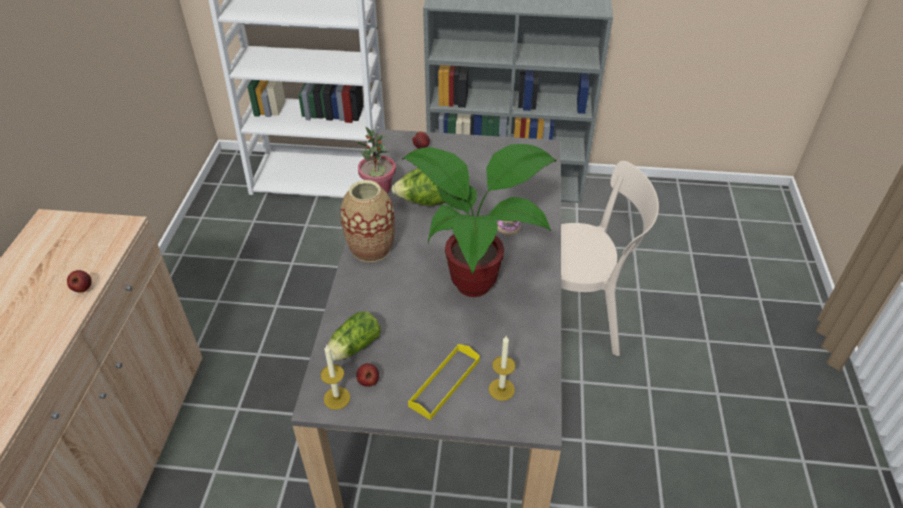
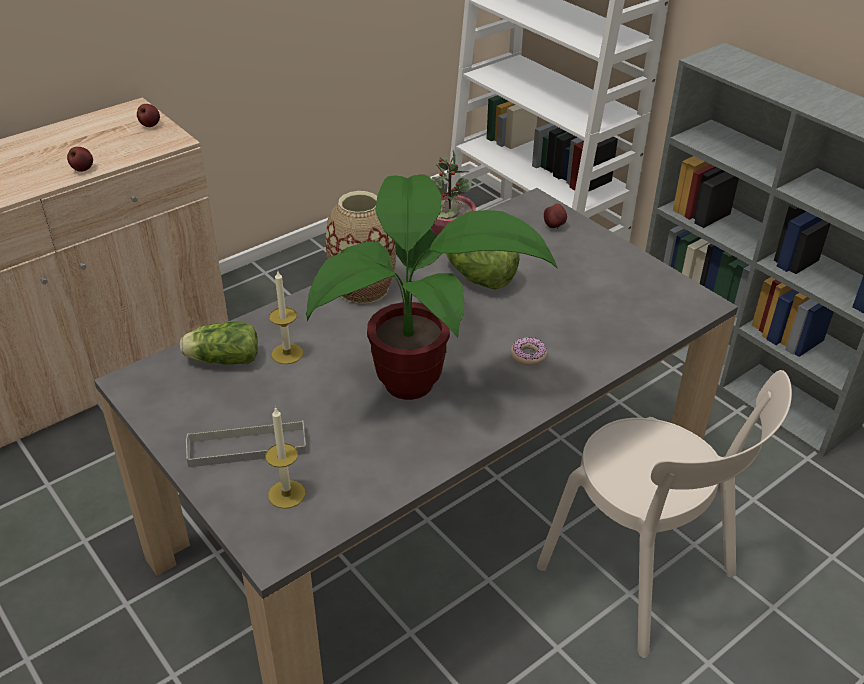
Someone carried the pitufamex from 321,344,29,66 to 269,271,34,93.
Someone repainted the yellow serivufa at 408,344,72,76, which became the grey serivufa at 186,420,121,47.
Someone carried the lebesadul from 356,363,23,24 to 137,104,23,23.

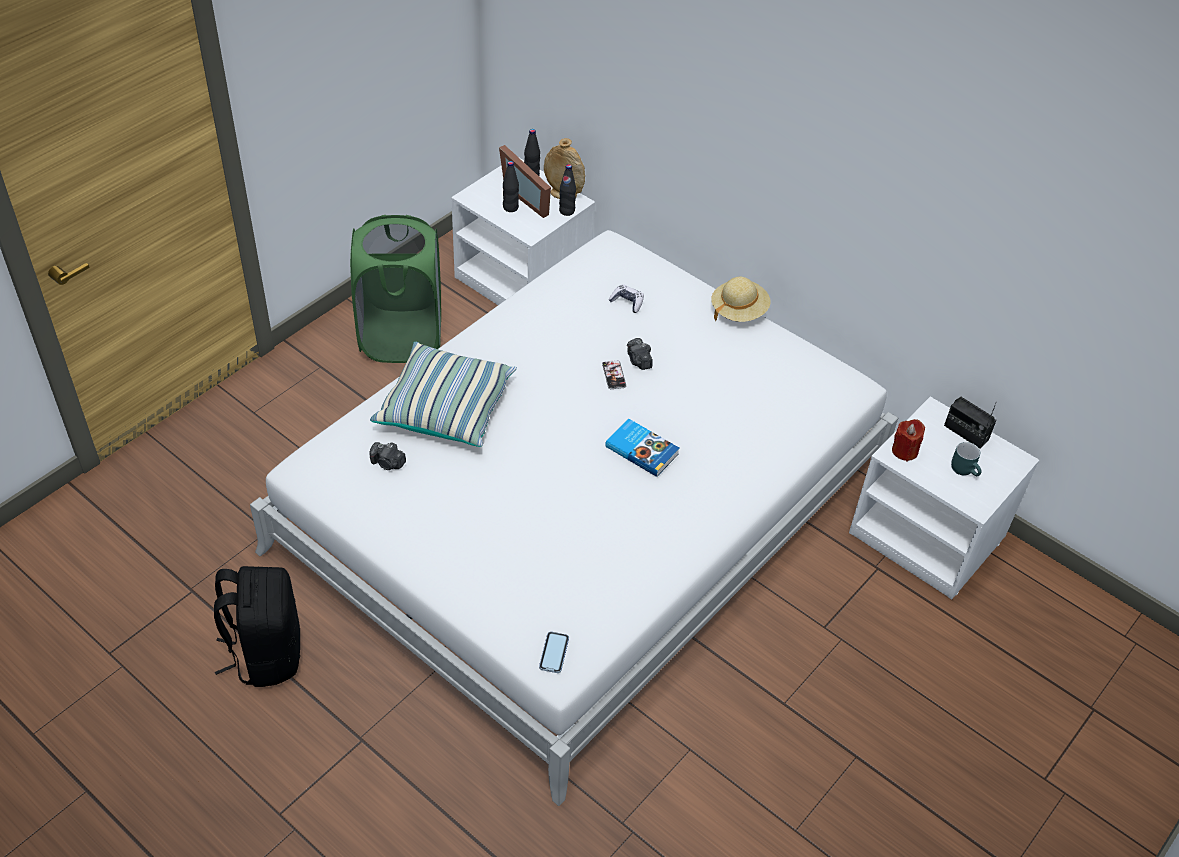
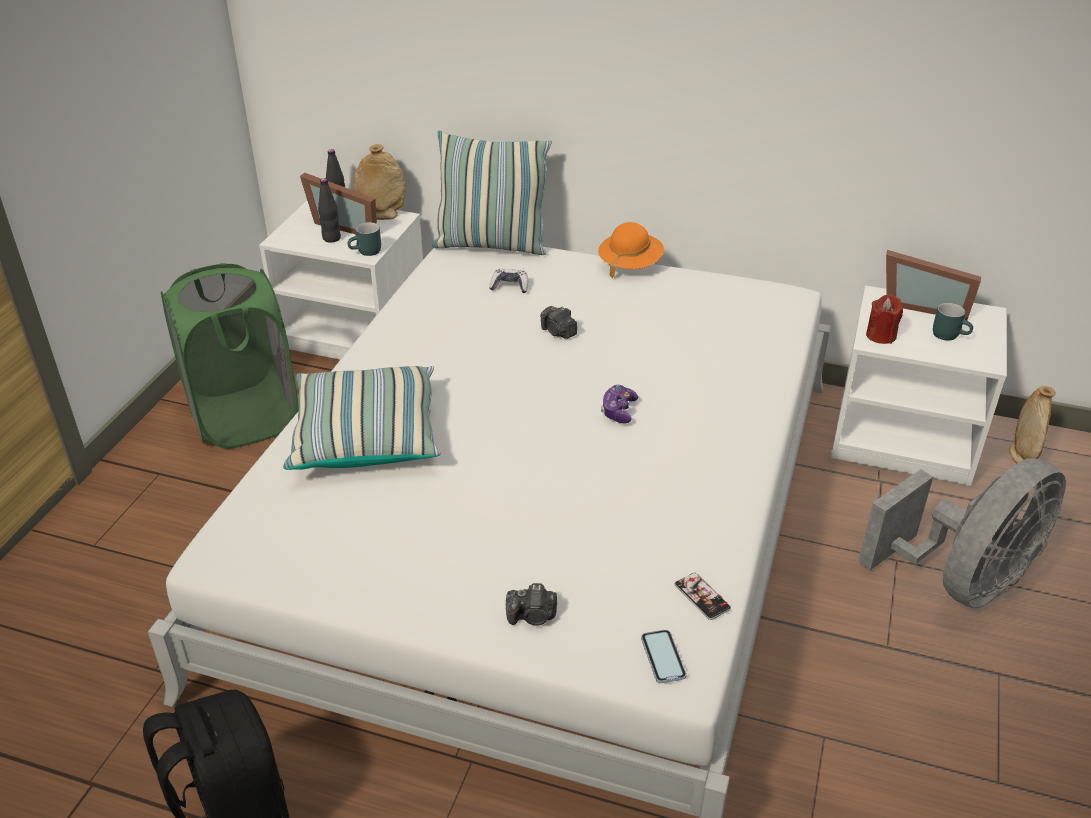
Someone took away the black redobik at 559,164,17,52.
Someone repainted the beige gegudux at 711,277,60,45, which became the orange gegudux at 598,222,66,56.
Someone carried the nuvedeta from 602,360,24,29 to 674,572,57,48.
Someone swapped the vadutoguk at 944,397,53,52 for the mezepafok at 886,250,95,71.
Someone swapped the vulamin at 605,419,74,58 for the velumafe at 601,385,37,38.
Someone carried the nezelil from 370,442,36,28 to 506,583,51,43.
Someone put down the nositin at 432,130,120,125.
Someone put down the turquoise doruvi at 348,222,33,34.
Someone put down the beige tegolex at 1009,386,47,77.
Someone put down the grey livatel at 858,458,208,150.

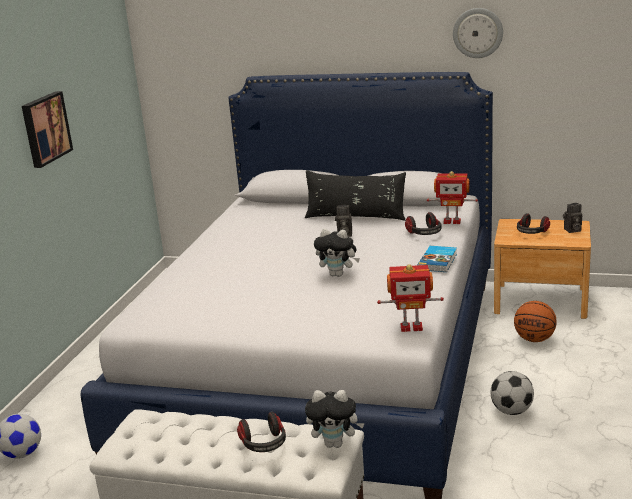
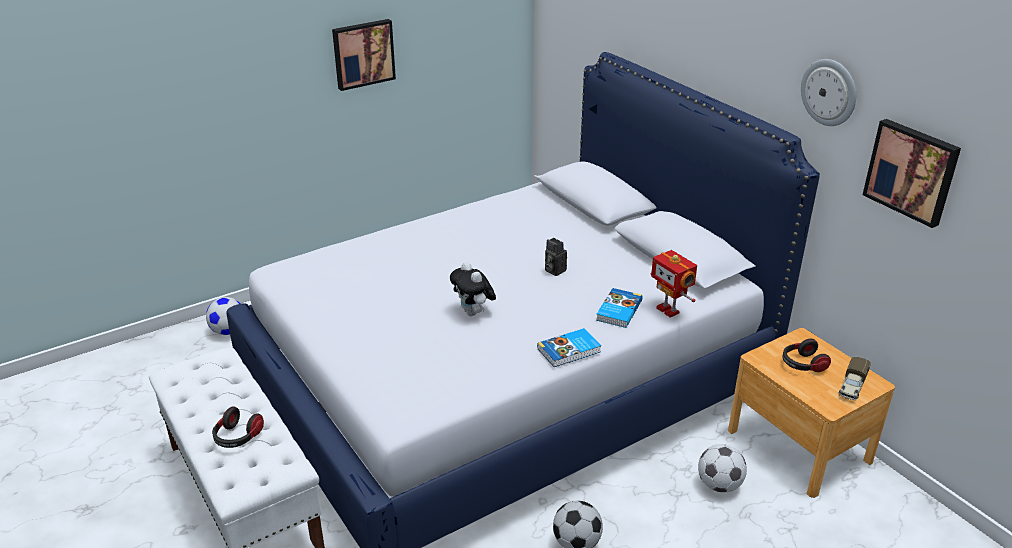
Someone took away the black nositin at 305,170,101,51.
Someone swapped the nezelil at 563,203,19,30 for the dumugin at 838,357,33,43.
Someone swapped the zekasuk at 405,212,36,23 for the vulamin at 596,288,47,40.
Someone took away the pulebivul at 377,264,67,68.
Someone swapped the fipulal at 514,301,43,41 for the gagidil at 698,444,49,49.
Someone took away the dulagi at 305,390,60,58.
Someone put up the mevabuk at 863,119,98,109.

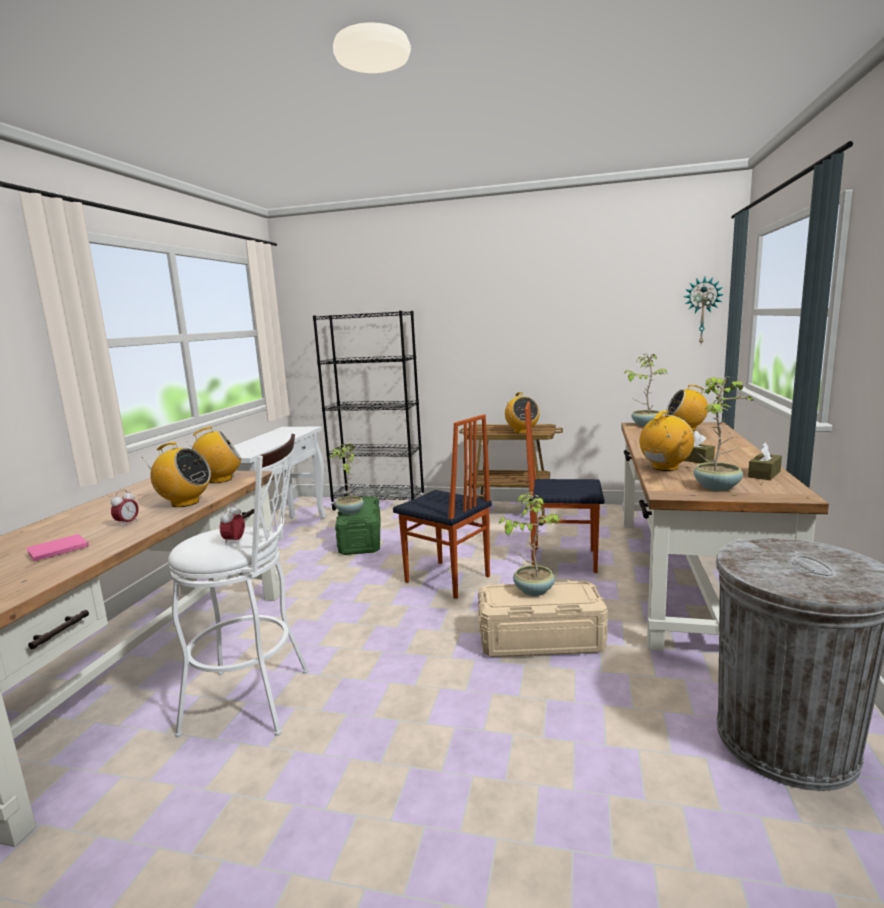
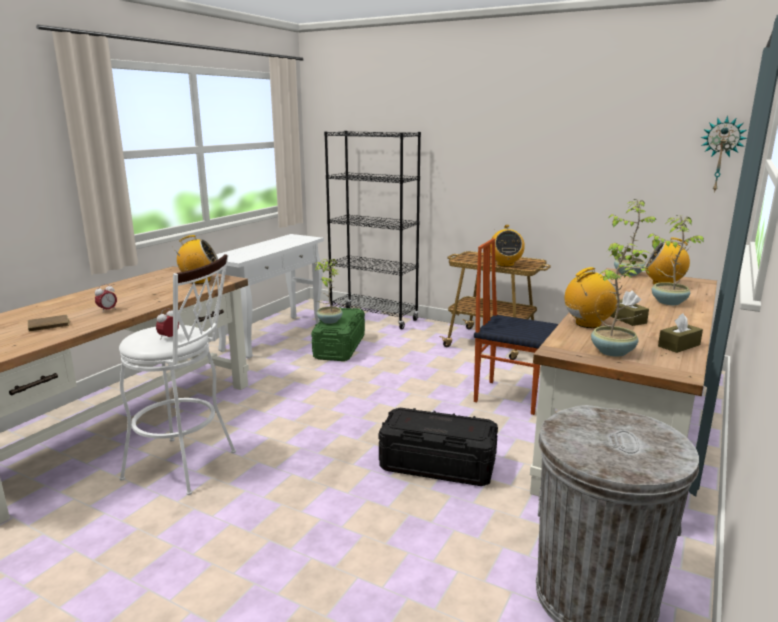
Someone took away the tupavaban at 393,414,99,185.
Someone took away the vadutoguk at 142,442,69,65.
Someone carried the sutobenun from 499,492,61,104 to 647,215,57,90.
Someone repainted the pink vulamin at 26,534,64,27, which became the brown vulamin at 28,315,41,17.
Someone repainted the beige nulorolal at 478,580,130,77, which became the black nulorolal at 379,408,119,78.

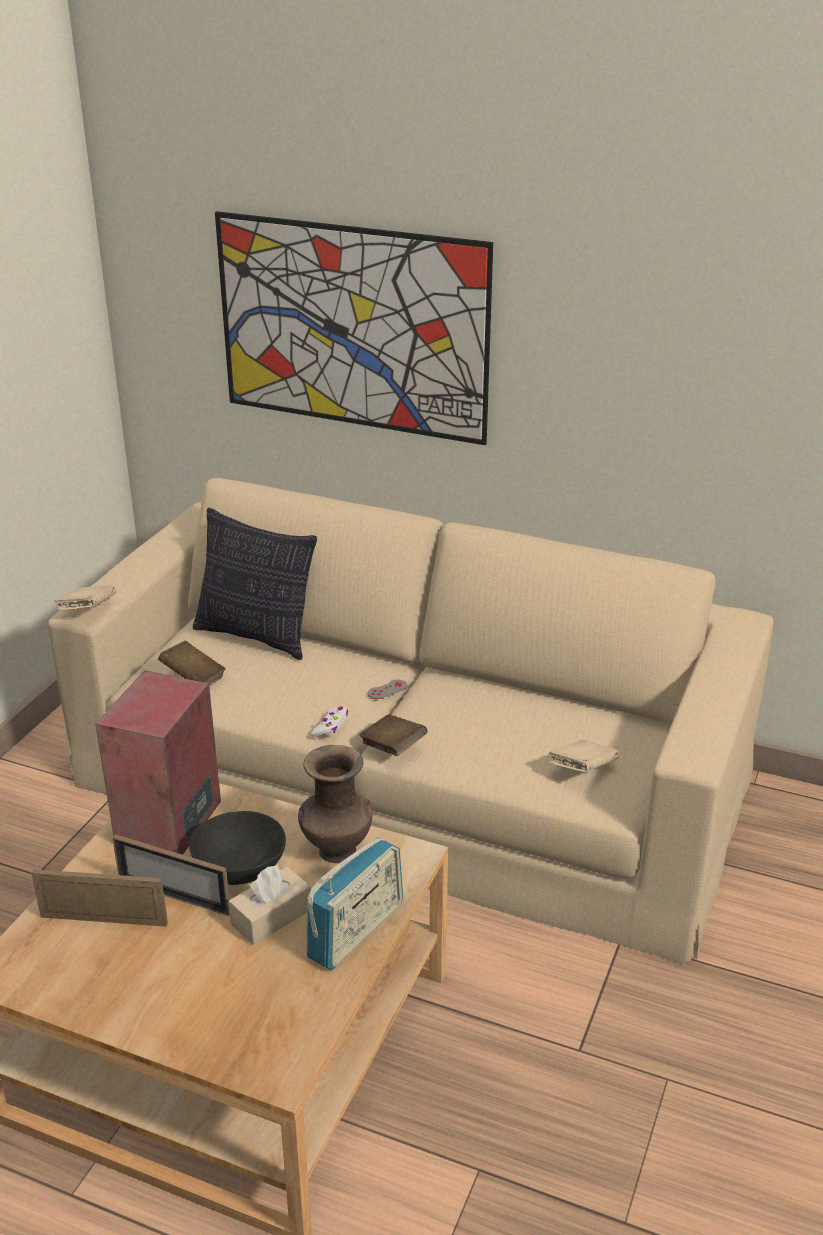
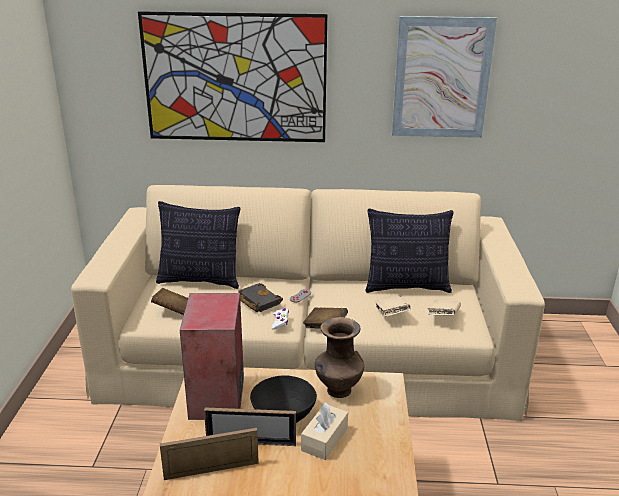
Someone carried the beige vulamin from 54,585,62,26 to 374,295,37,22.
Someone took away the vadutoguk at 306,837,97,133.
Someone put up the mevabuk at 392,16,105,122.
Someone put down the nositin at 365,208,89,85.
Someone put down the black vulamin at 238,283,45,29.

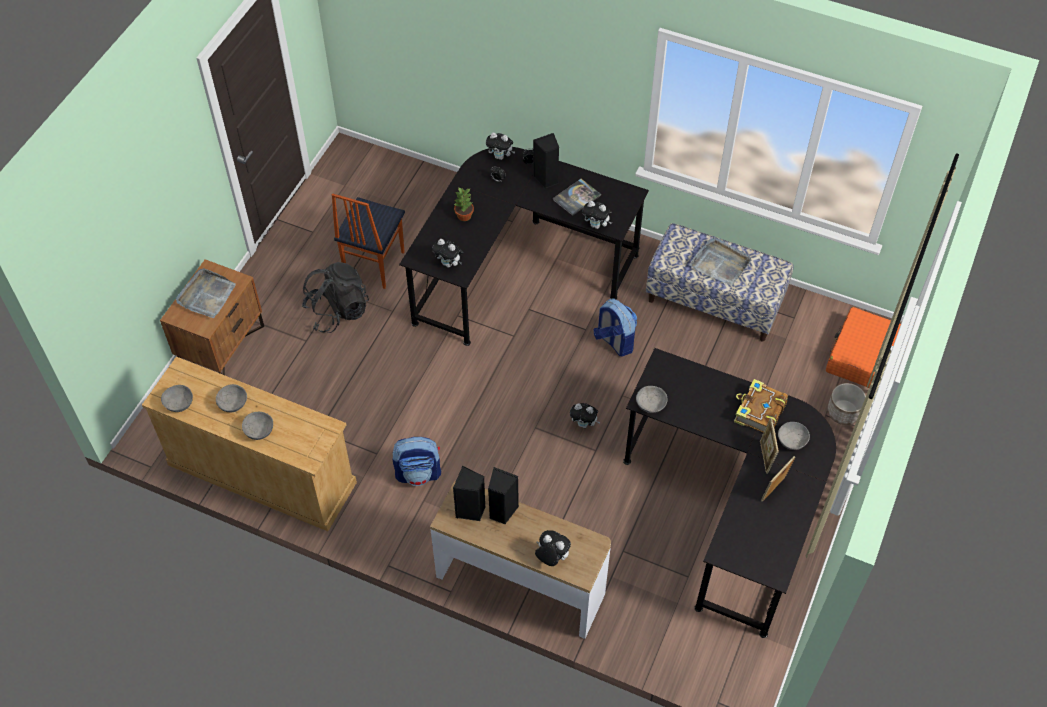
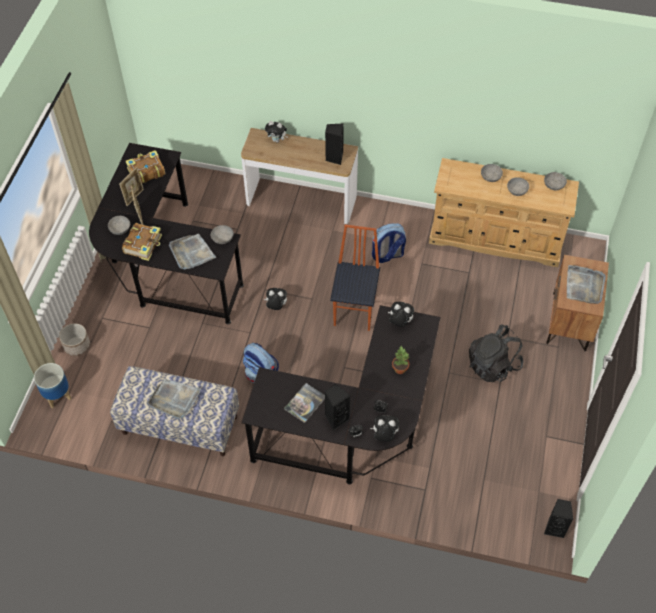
Someone carried the tupavaban from 332,194,73,95 to 330,225,50,106.
Someone took away the dulagi at 582,201,30,28.
Someone swapped the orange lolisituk at 826,307,75,81 for the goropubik at 34,363,38,45.
Someone carried the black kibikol from 488,467,31,57 to 544,499,29,39.
Someone put down the vulamin at 126,150,39,34.
Someone put down the grey serivufa at 169,234,48,35.

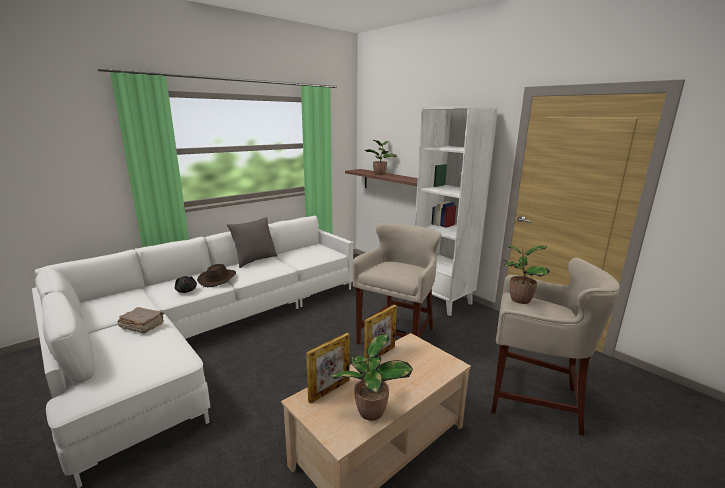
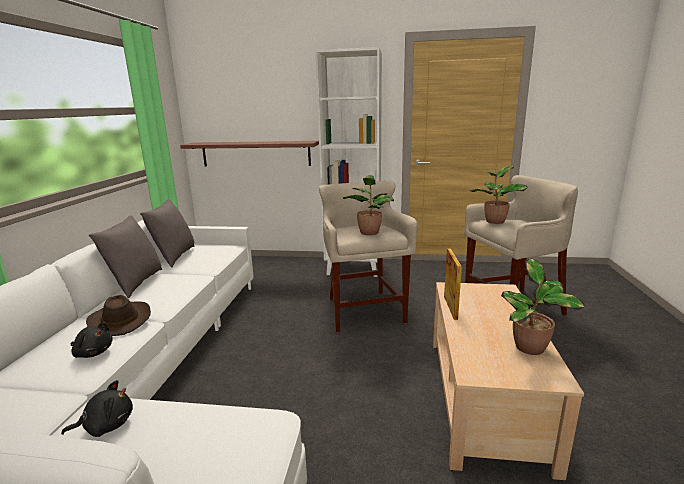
Someone carried the sutobenun from 365,140,32,35 to 343,175,51,60.
Someone swapped the brown vulamin at 117,307,47,26 for the black dulagi at 61,380,72,57.
Someone took away the mezepafok at 306,333,44,71.
Someone put down the grey nositin at 140,199,55,69.

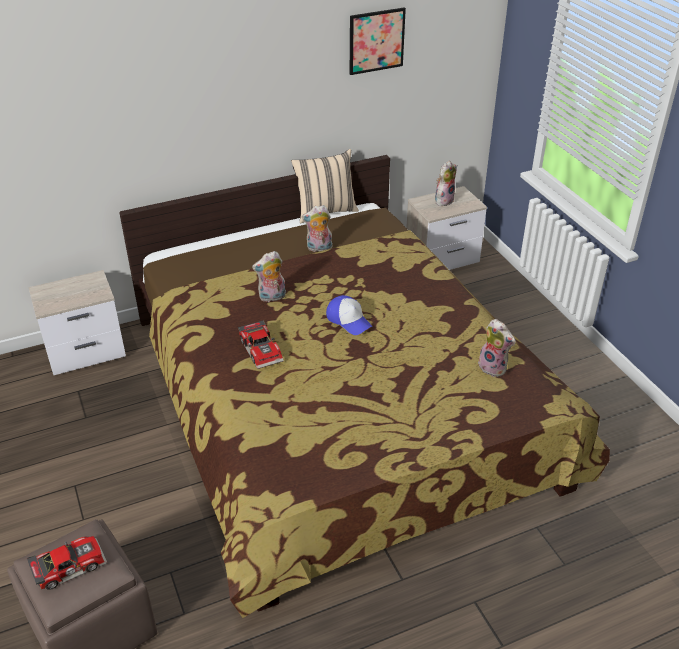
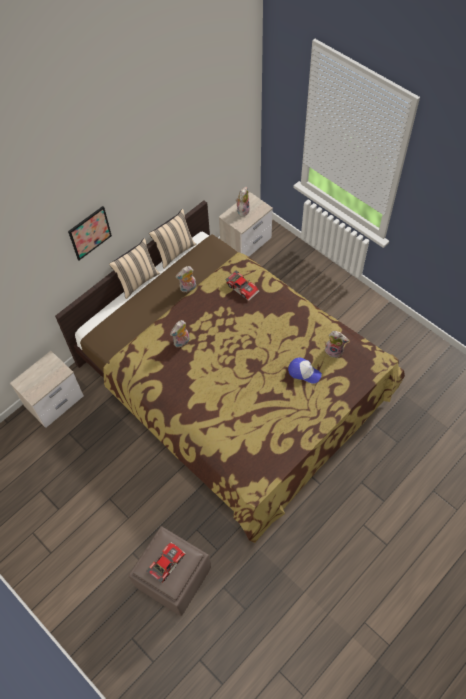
Someone carried the mevabuk from 350,8,56,67 to 68,206,44,54.
Someone carried the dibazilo from 326,295,46,40 to 288,357,34,27.
Someone carried the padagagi from 238,320,46,49 to 225,270,34,31.
Someone put down the beige nositin at 109,238,51,61.

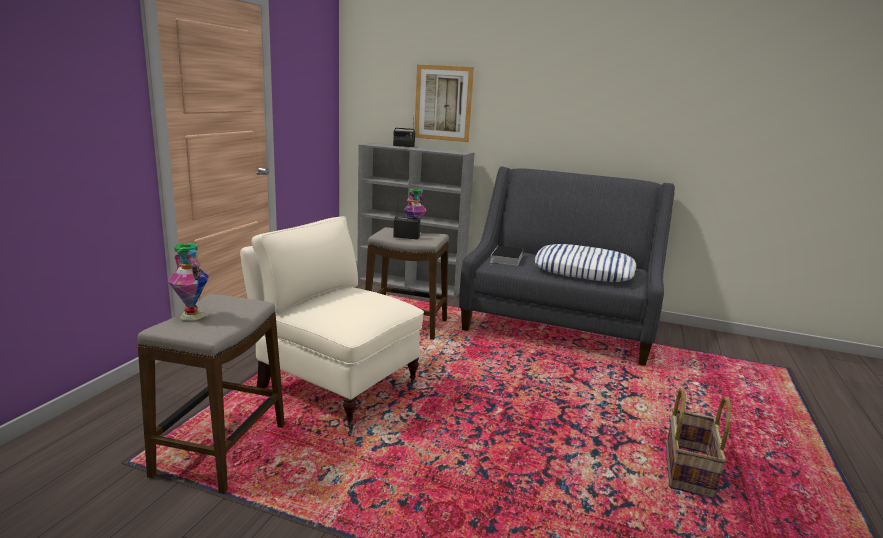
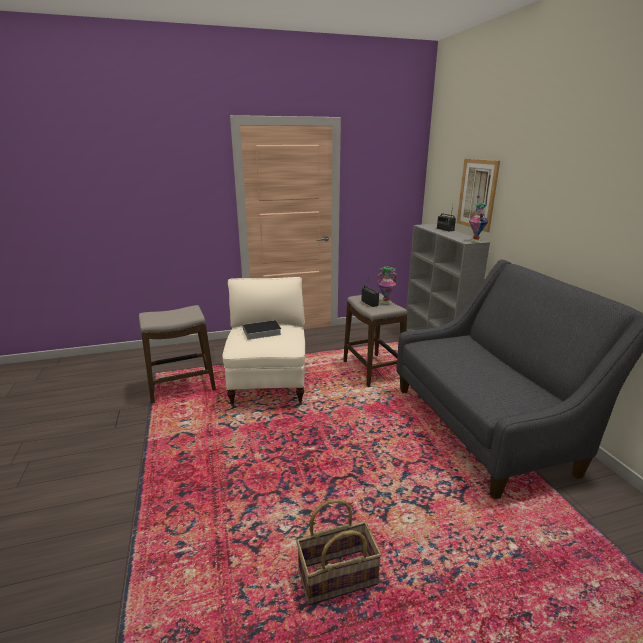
Someone carried the tegolex from 168,243,41,78 to 469,203,19,39.
Someone took away the nositin at 535,244,101,38.
Someone carried the vulamin from 490,246,34,20 to 237,320,45,20.

